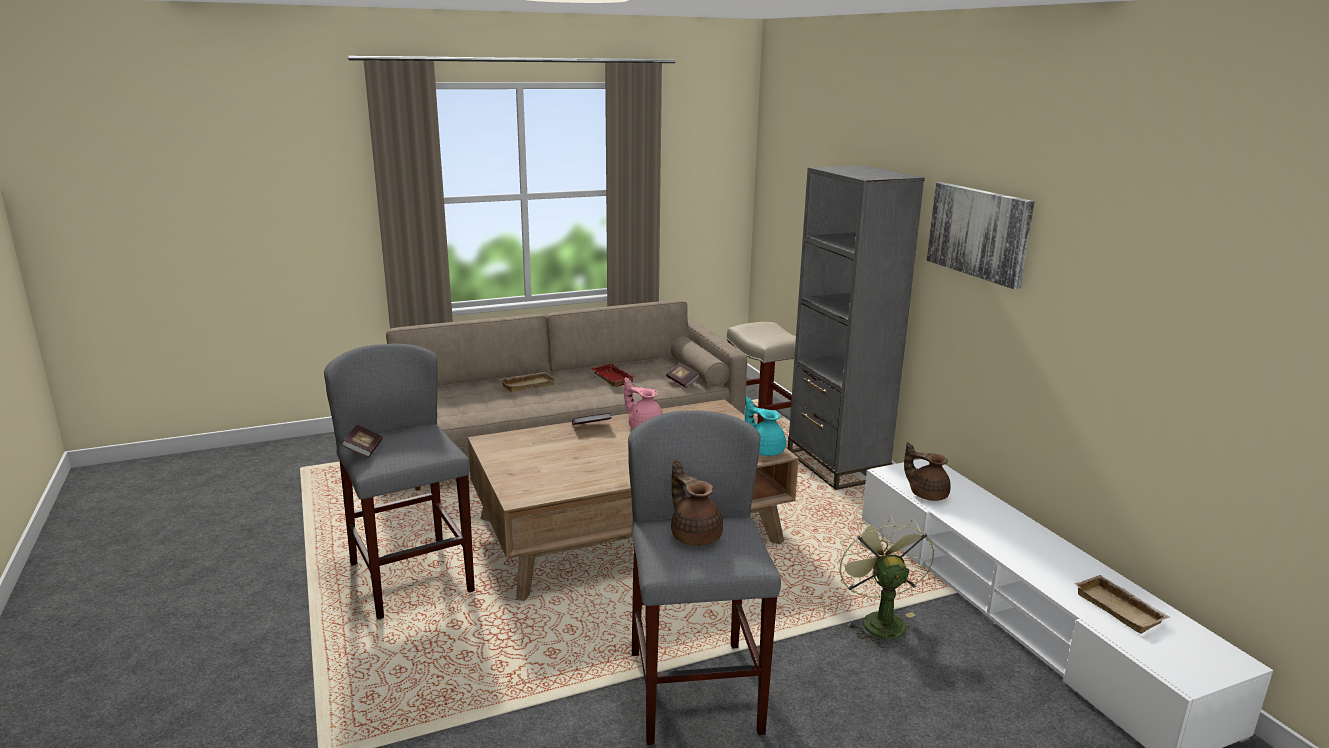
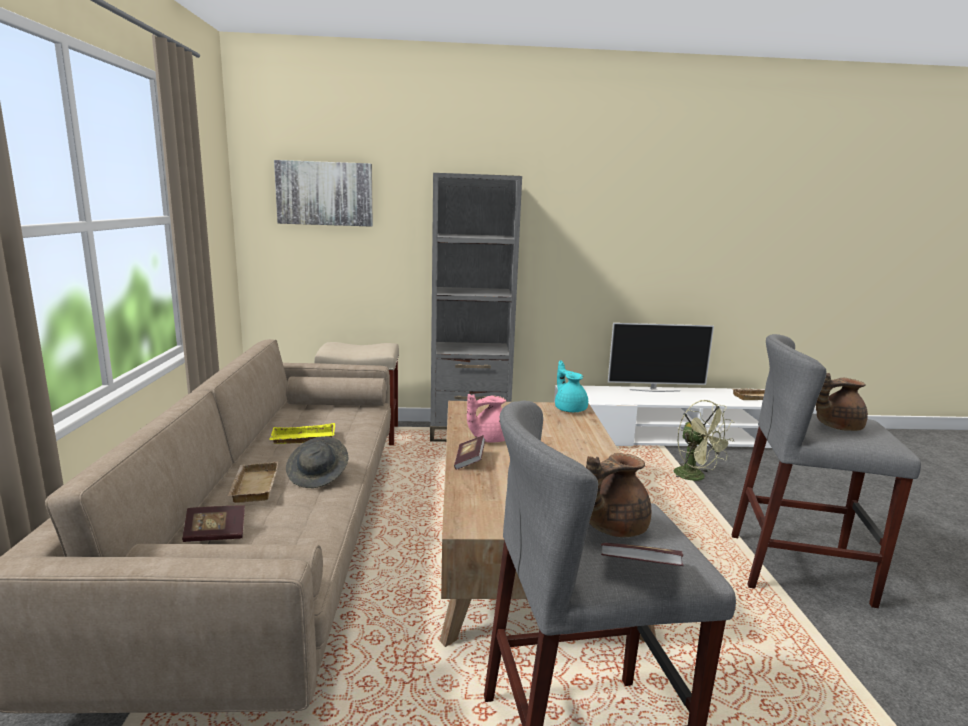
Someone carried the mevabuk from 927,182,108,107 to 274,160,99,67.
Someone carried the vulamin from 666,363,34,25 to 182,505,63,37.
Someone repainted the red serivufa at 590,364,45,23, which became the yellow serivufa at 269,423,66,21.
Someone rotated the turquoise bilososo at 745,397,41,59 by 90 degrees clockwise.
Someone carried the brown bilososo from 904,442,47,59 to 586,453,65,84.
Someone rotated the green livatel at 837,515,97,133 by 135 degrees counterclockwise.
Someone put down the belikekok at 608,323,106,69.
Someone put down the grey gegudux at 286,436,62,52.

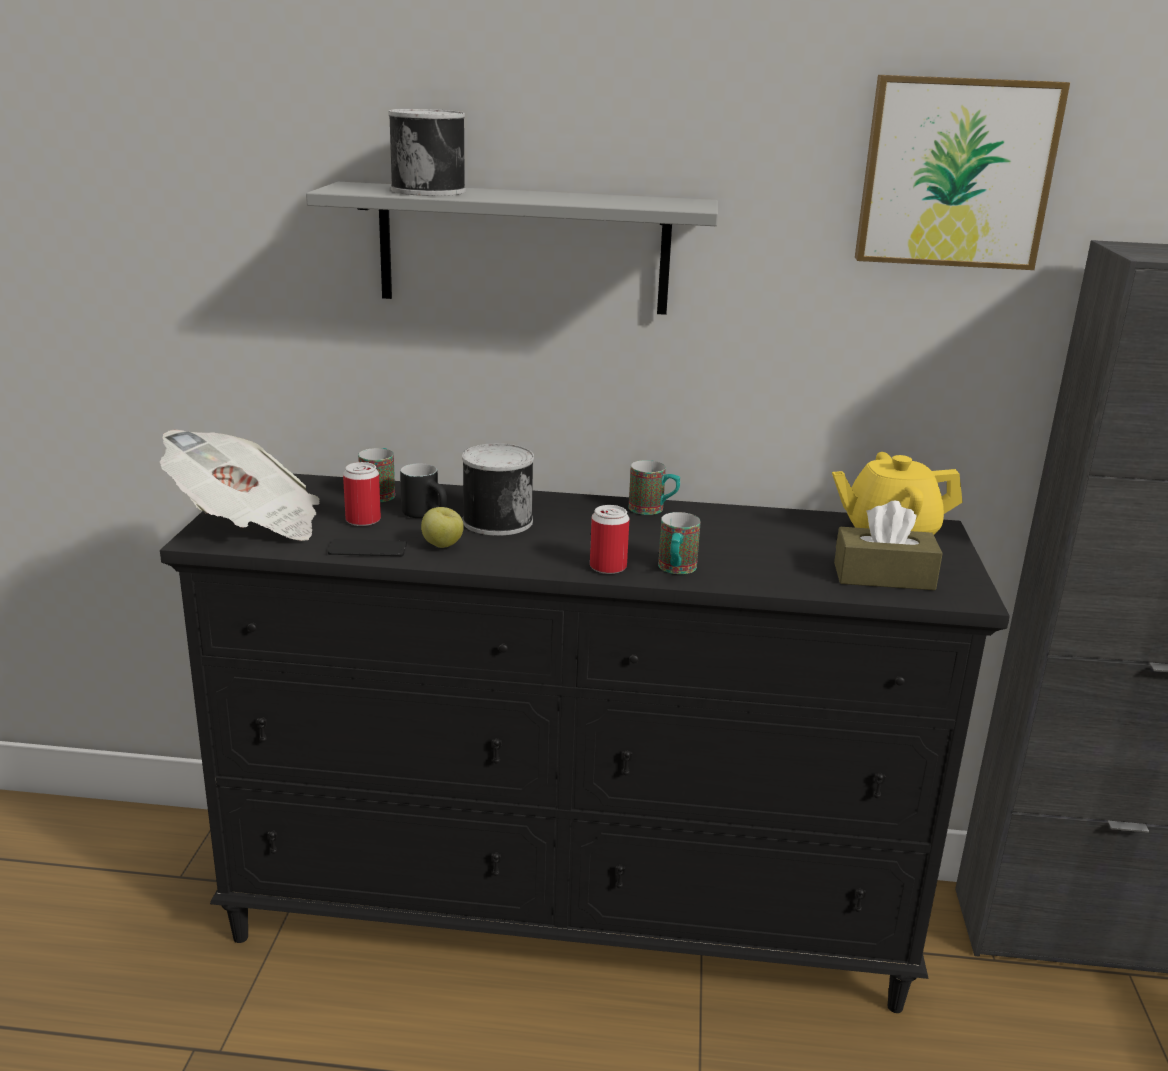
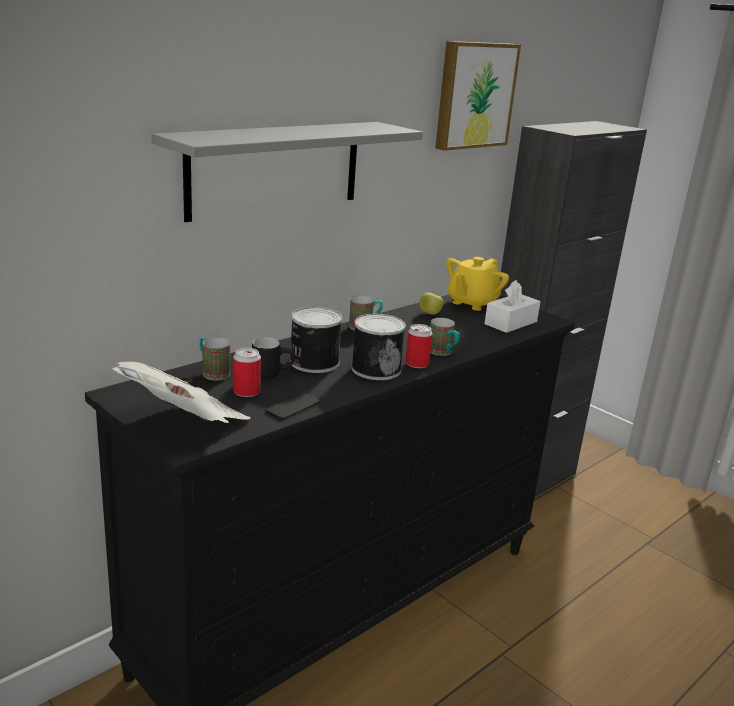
Someone carried the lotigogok from 388,109,78,87 to 351,314,55,66.
Someone repainted the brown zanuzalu at 834,500,109,90, which became the white zanuzalu at 485,280,55,53.
Someone carried the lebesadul from 421,507,43,41 to 420,293,24,22.

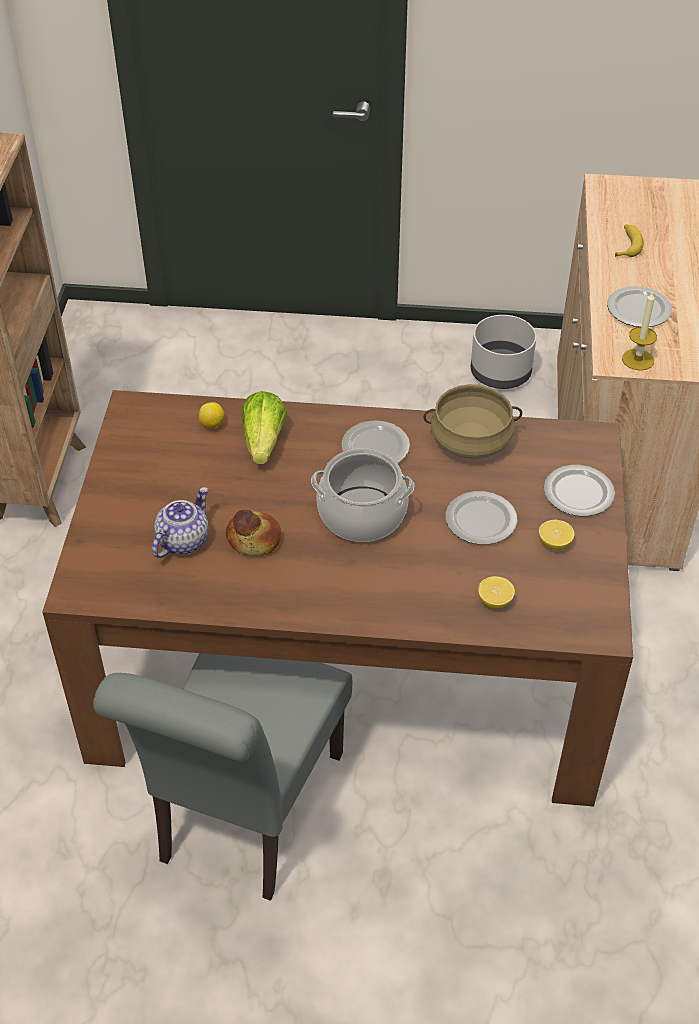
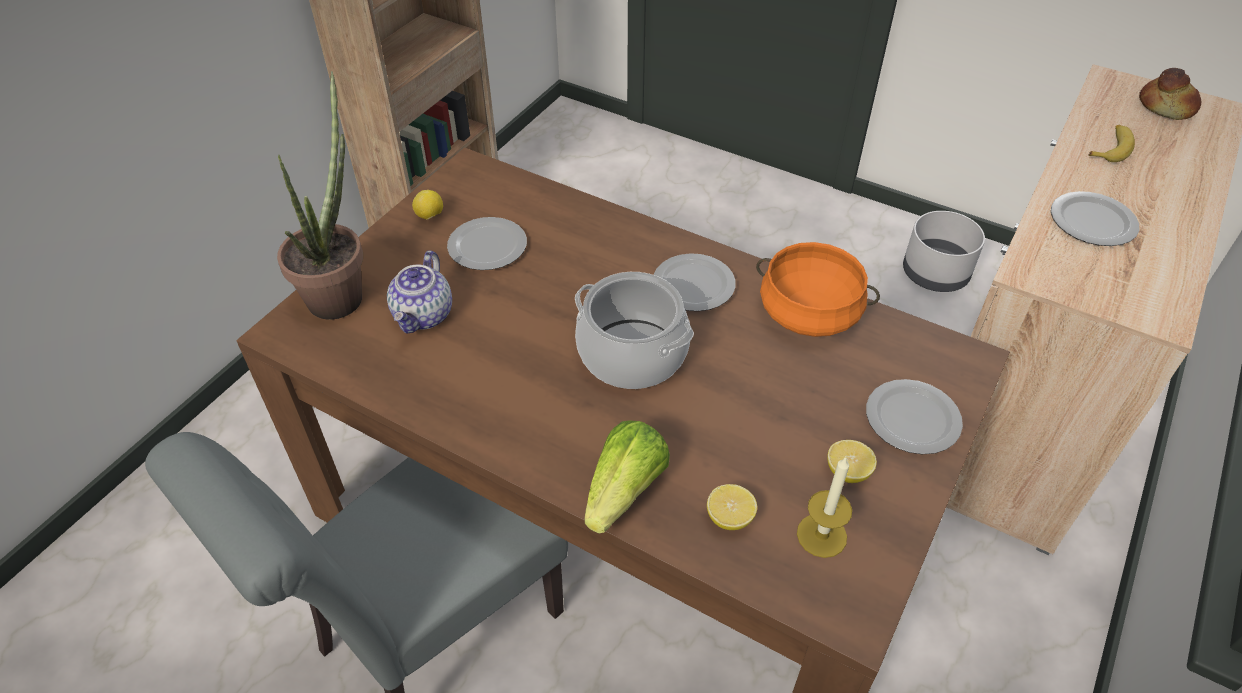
Someone carried the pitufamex from 622,291,35,80 to 797,457,55,101.
Someone repainted the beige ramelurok at 423,384,99,75, which became the orange ramelurok at 756,242,124,95.
Someone carried the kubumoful from 242,391,45,73 to 585,420,85,114.
Someone carried the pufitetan from 199,402,26,26 to 412,190,31,30.
Someone rotated the bilososo at 152,487,57,71 by 135 degrees clockwise.
Someone carried the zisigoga from 446,491,71,54 to 447,217,80,53.
Someone carried the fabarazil from 226,510,55,46 to 1139,68,62,52.
Someone put down the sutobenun at 277,71,86,249.

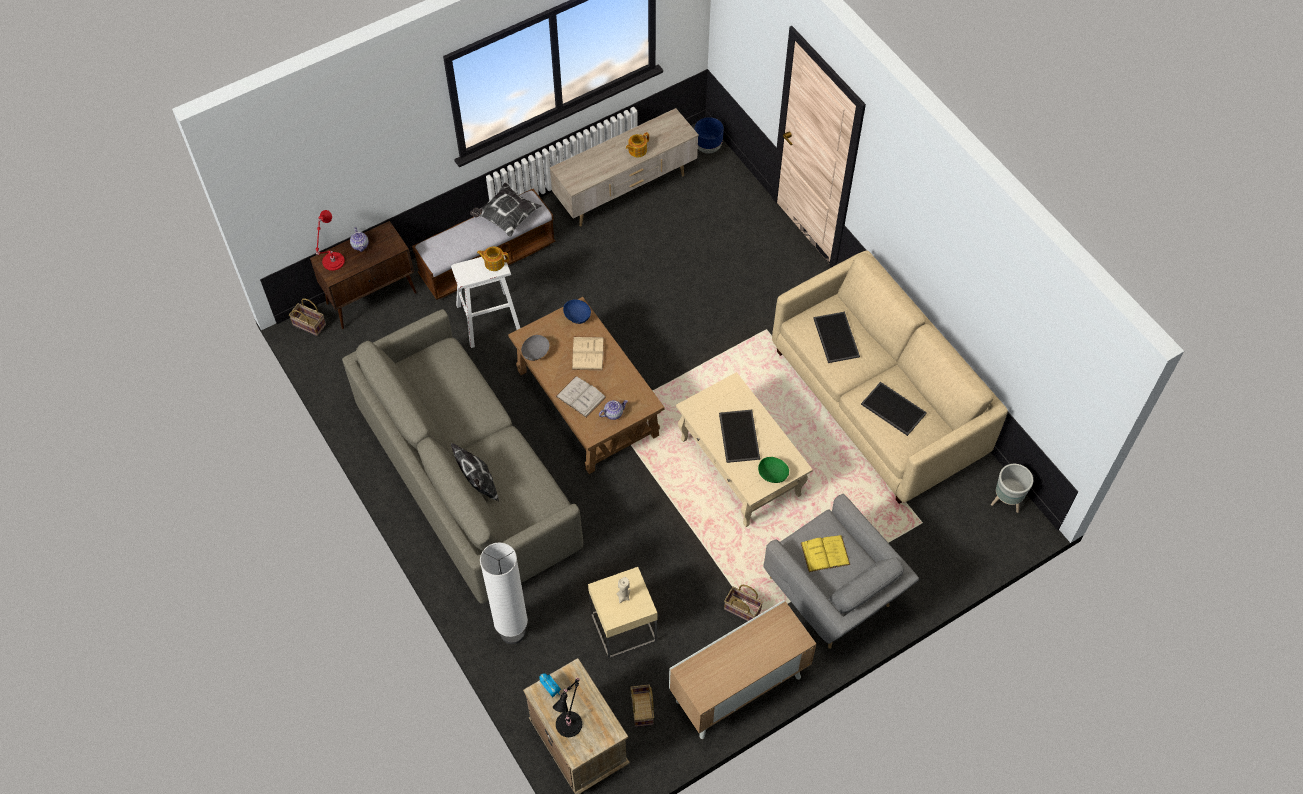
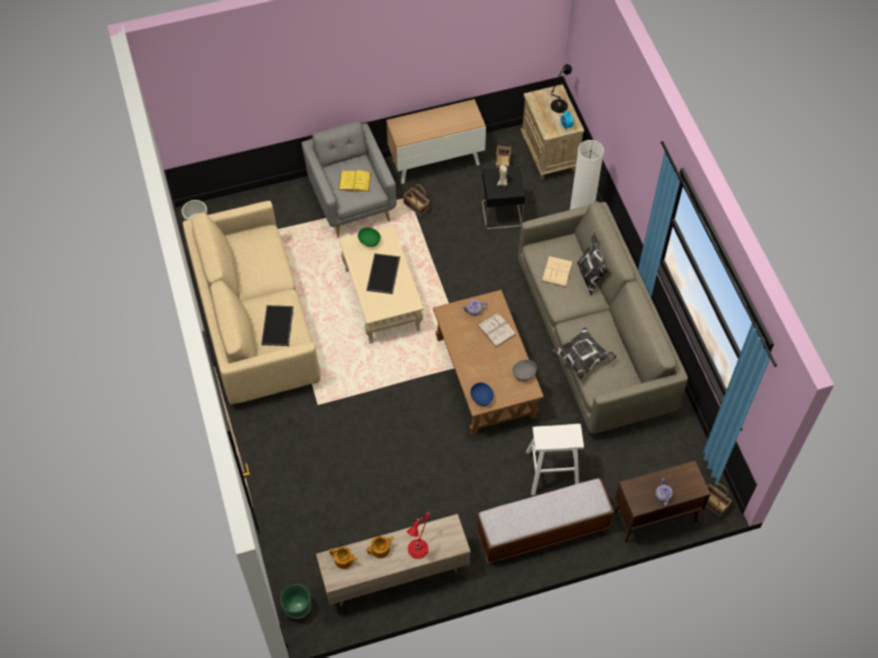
Someone repainted the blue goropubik at 695,117,29,37, which became the green goropubik at 280,584,31,35.
Someone carried the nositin from 470,183,72,54 to 552,327,64,53.
Someone carried the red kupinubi from 316,210,29,61 to 407,512,23,47.
Someone carried the bilososo from 477,246,32,25 to 330,547,28,22.
Someone carried the beige vulamin from 572,337,32,33 to 542,256,31,31.
Someone took away the serivufa at 861,382,66,54.
Someone repainted the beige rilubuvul at 588,567,69,92, which became the black rilubuvul at 482,166,43,64.

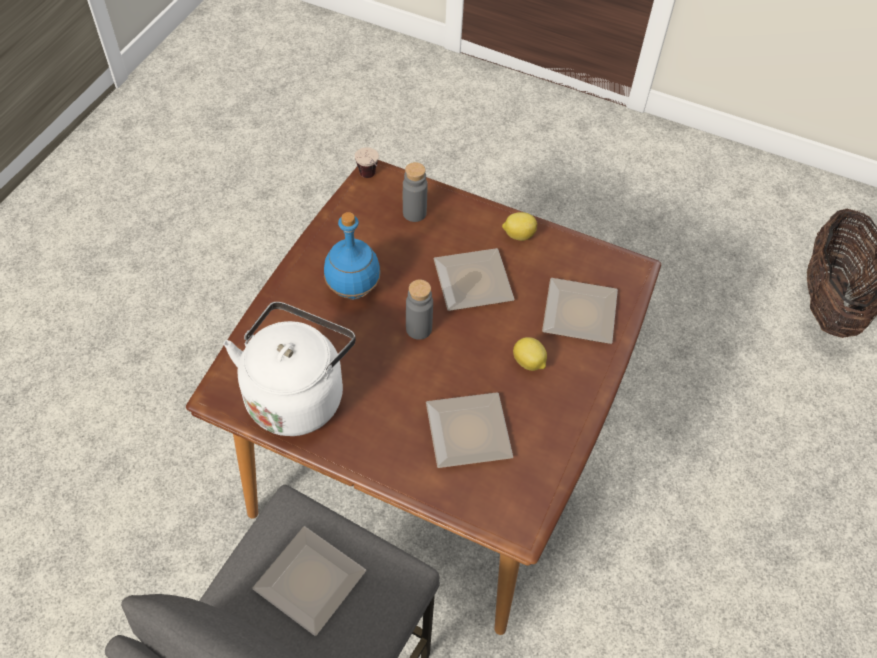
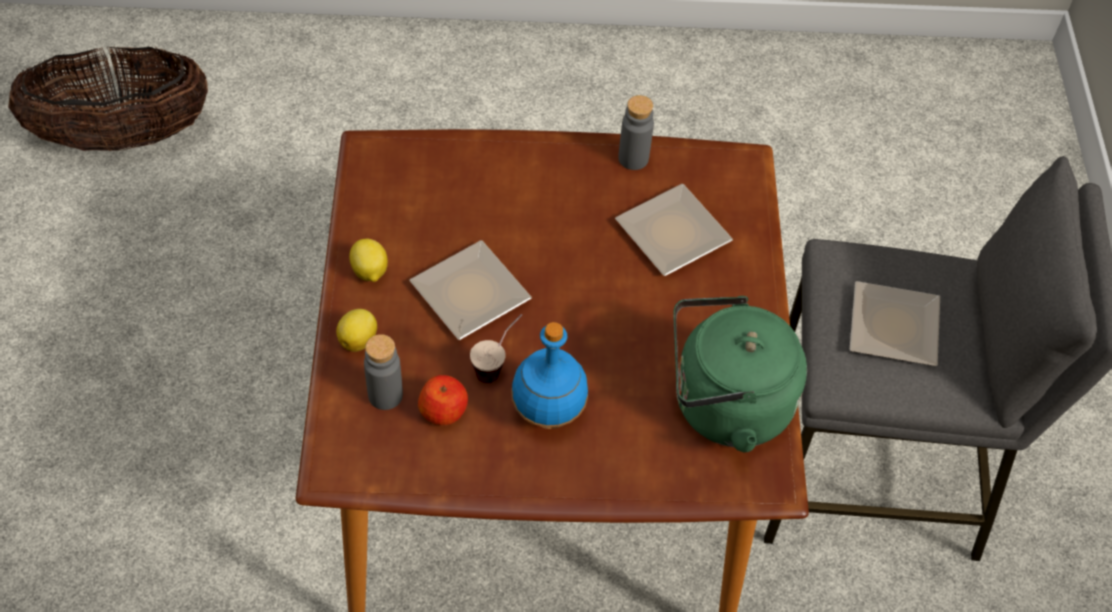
Someone carried the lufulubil from 355,147,24,31 to 470,314,52,69.
Someone took away the zisigoga at 542,278,76,66.
Someone carried the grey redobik from 406,280,27,60 to 618,95,36,75.
Someone repainted the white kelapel at 223,302,133,134, which became the green kelapel at 673,296,134,156.
Someone carried the pufitetan from 513,337,34,34 to 336,309,41,43.
Someone put down the lebesadul at 418,375,50,50.

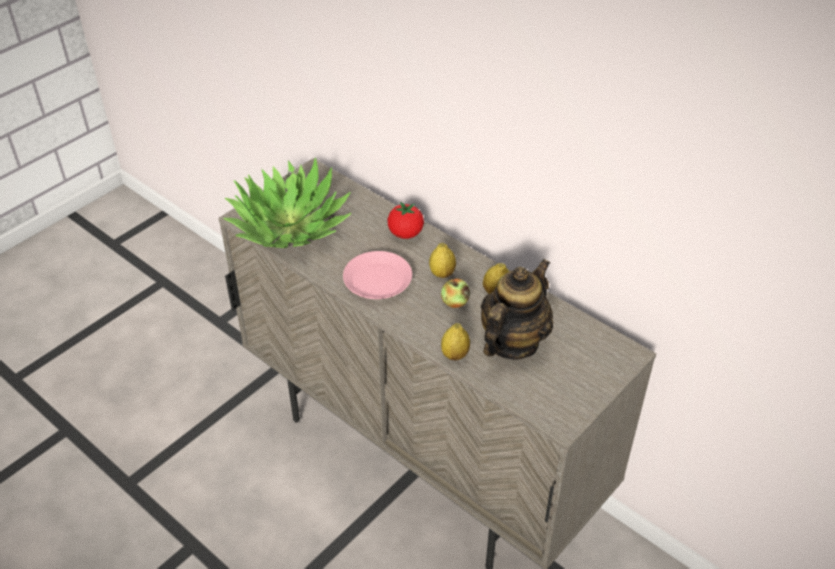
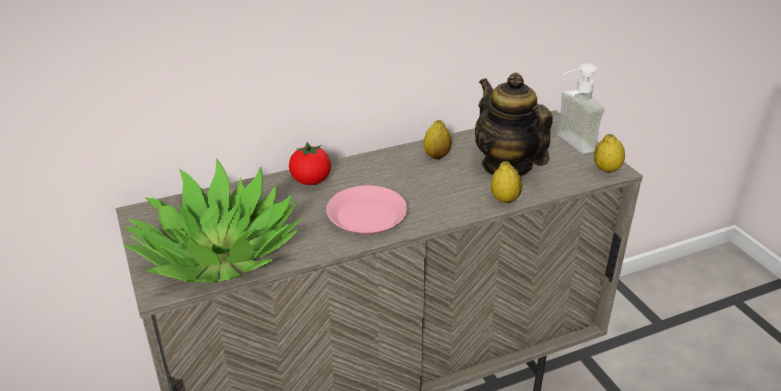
Someone carried the pufitetan from 429,243,27,35 to 594,134,31,38.
Someone took away the lebesadul at 441,278,29,30.
Someone put down the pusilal at 556,63,48,91.

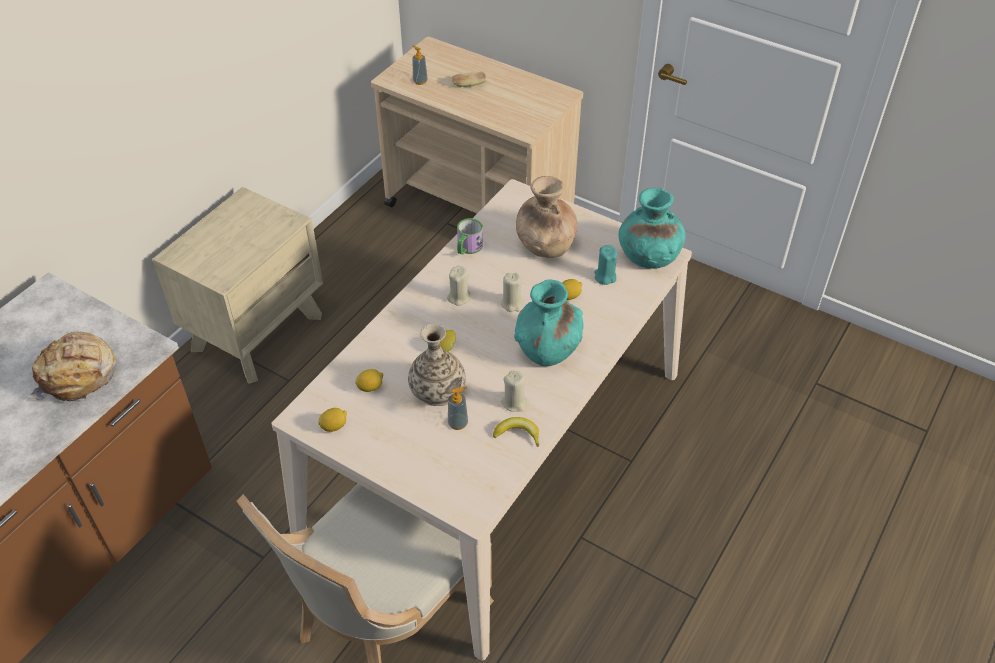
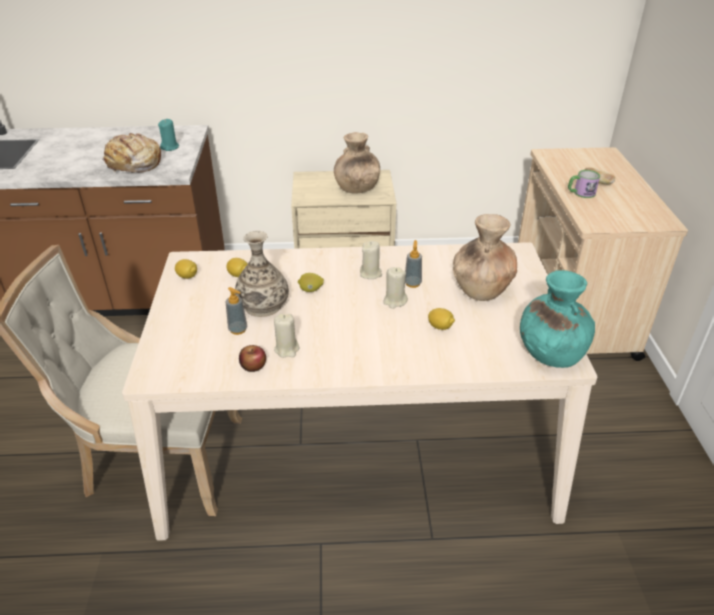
Someone carried the pusilal from 413,45,15,40 to 405,240,17,48.
Someone carried the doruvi from 457,218,26,37 to 568,170,32,28.
Someone carried the turquoise pitufamex from 594,245,23,40 to 158,119,21,32.
Someone took away the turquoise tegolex at 514,279,70,87.
Someone swapped the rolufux at 493,417,46,30 for the lebesadul at 239,345,27,27.
Someone put down the brown tegolex at 334,132,46,61.

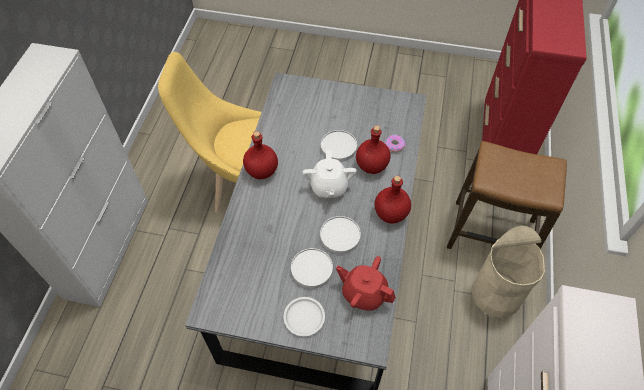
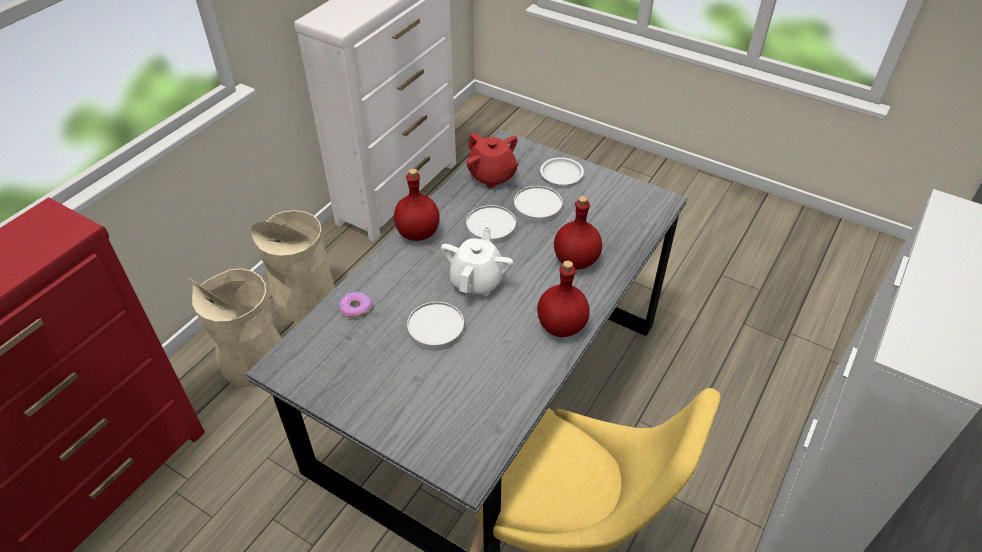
Someone carried the red redobik from 356,125,35,49 to 554,196,48,74.
Someone swapped the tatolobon at 447,141,120,108 for the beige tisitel at 189,268,93,119.

